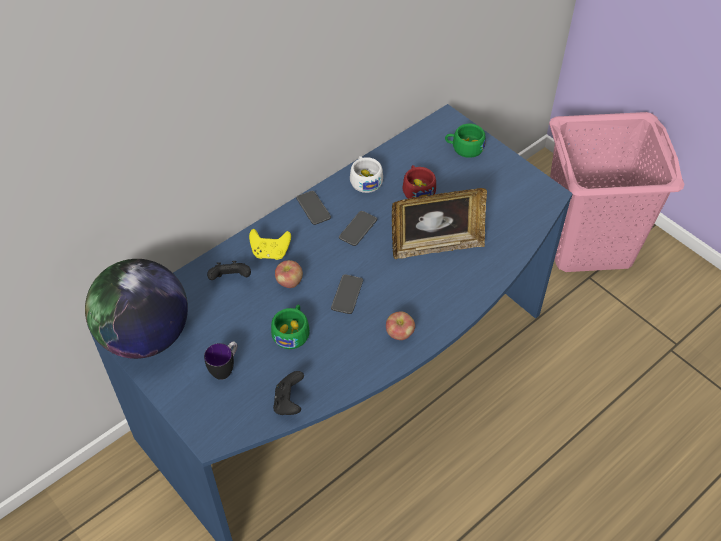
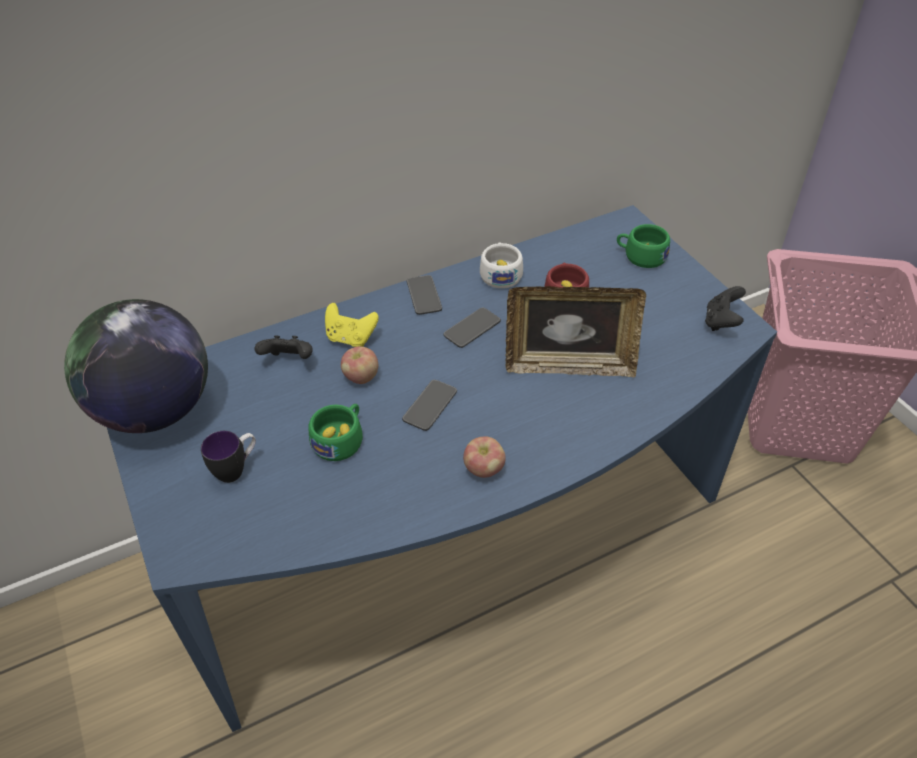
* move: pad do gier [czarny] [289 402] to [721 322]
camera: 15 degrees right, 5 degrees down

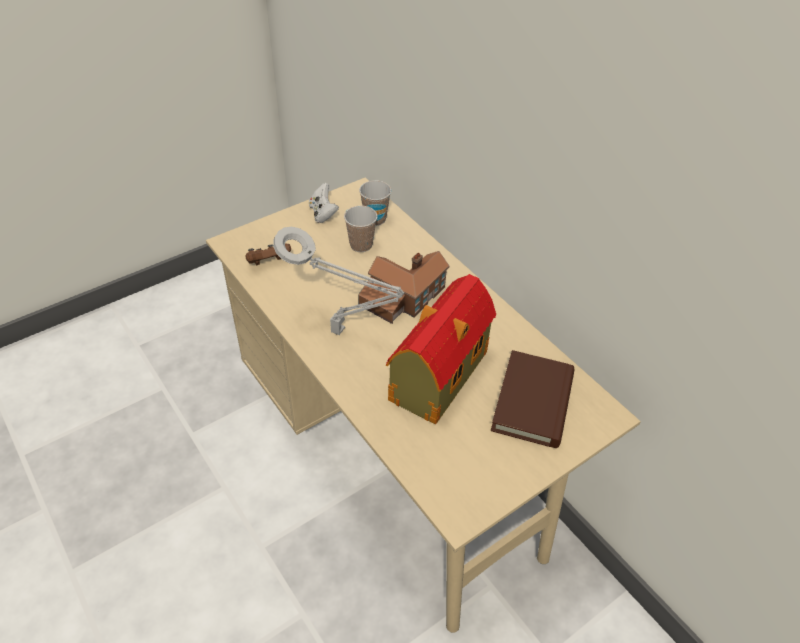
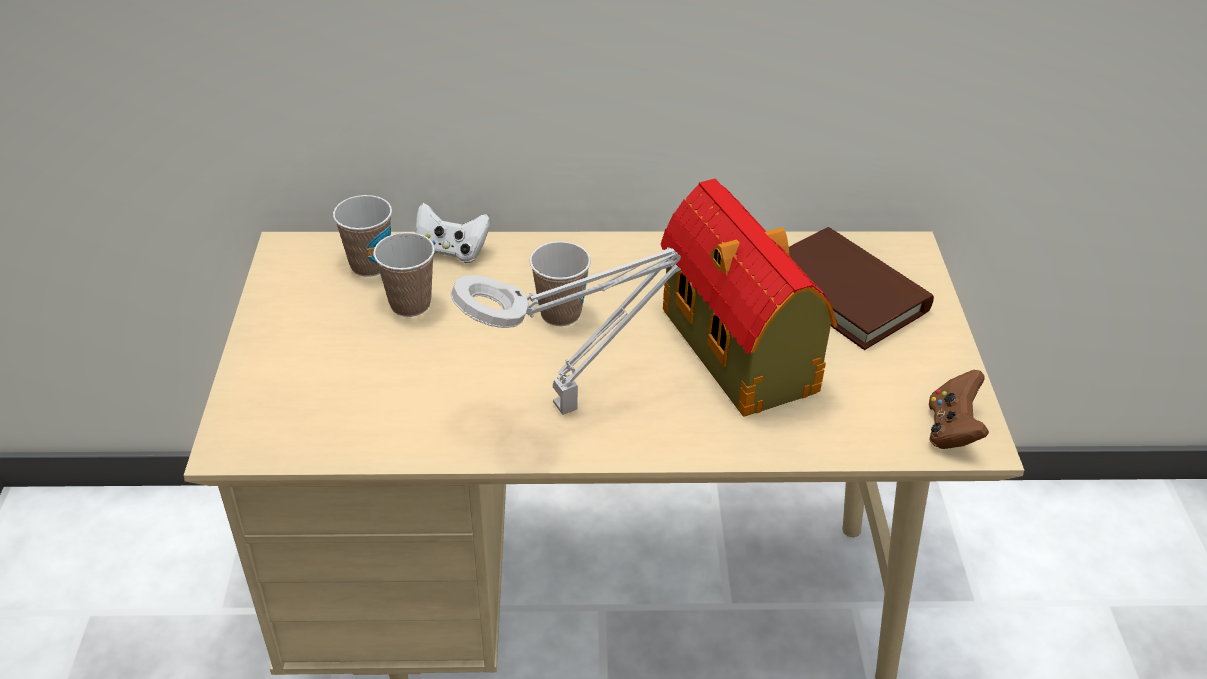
* move: pad do gier [brązowy] [268 263] to [951 429]
* move: pad do gier [biały] [323 213] to [451 251]
* replace: domek [403 297] to filiżanka [560 313]
camera: 55 degrees left, 5 degrees down

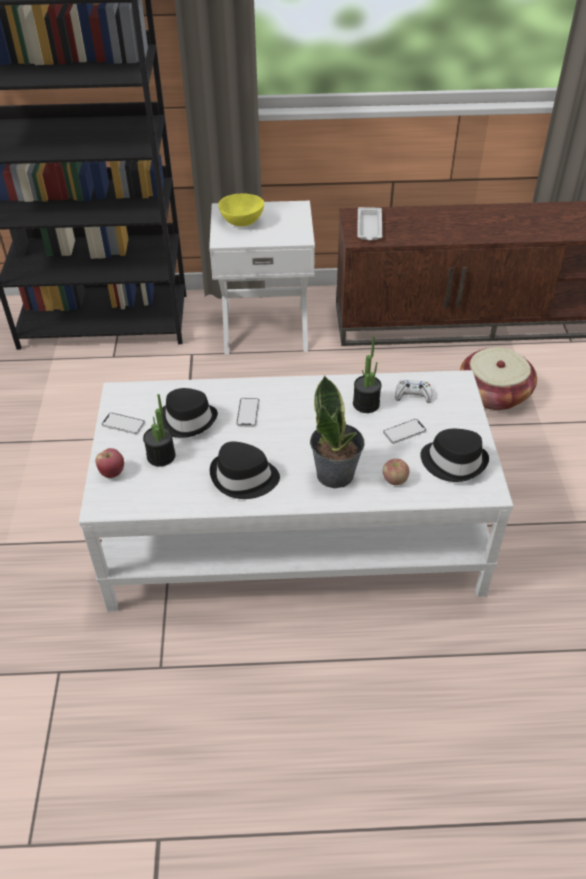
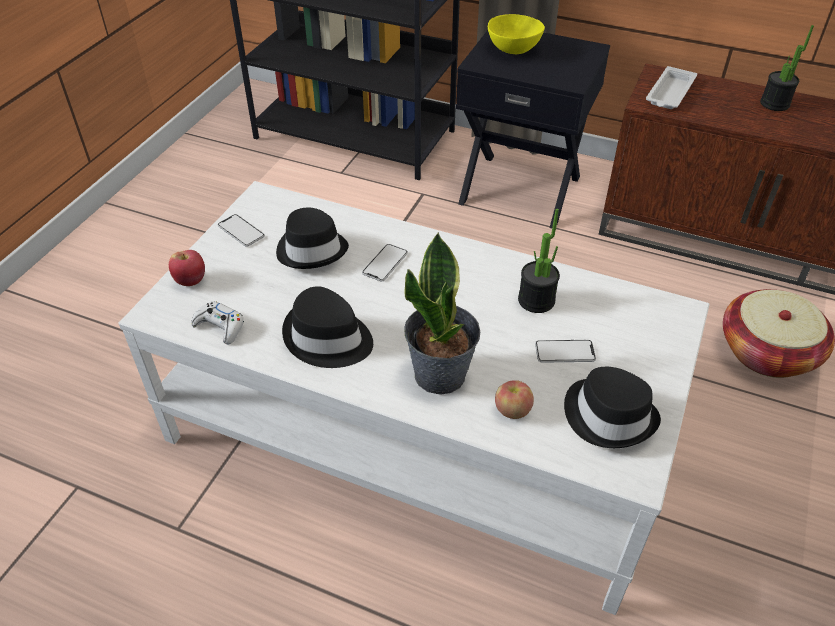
* move: roślina doniczkowa [161 456] to [774 104]
* move: pad do gier [biały] [413 395] to [220 327]
* recolor: szafka nocna [biały] [265 327] to szafka nocna [czarny] [520 189]
camera: 25 degrees right, 0 degrees up

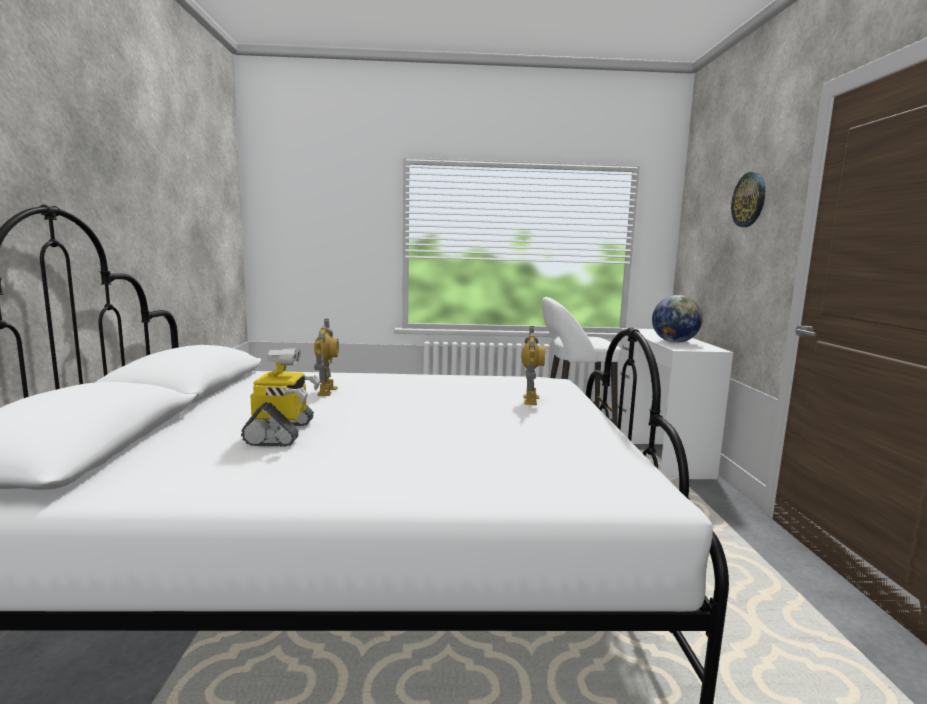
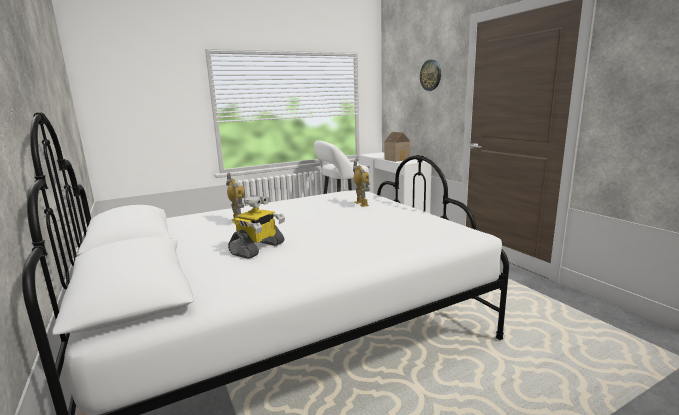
* replace: globus [674 342] to domek [398 159]
* rotate: robot zabawkowy [282 433] = [258 249] 60 degrees clockwise
camera: 25 degrees left, 5 degrees up

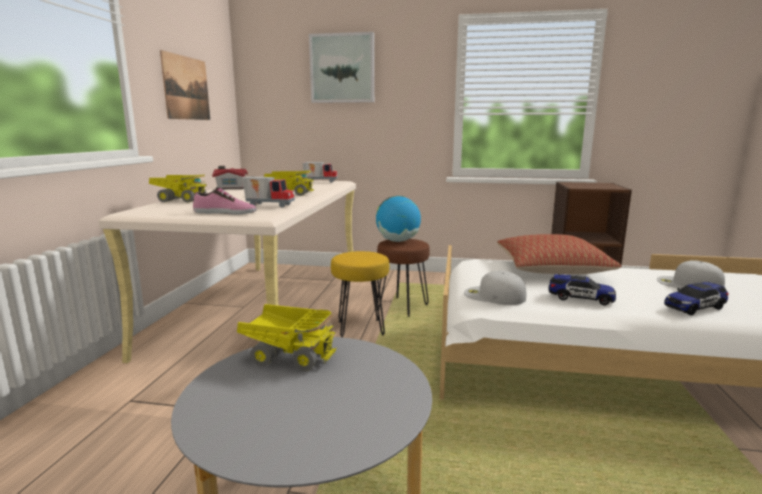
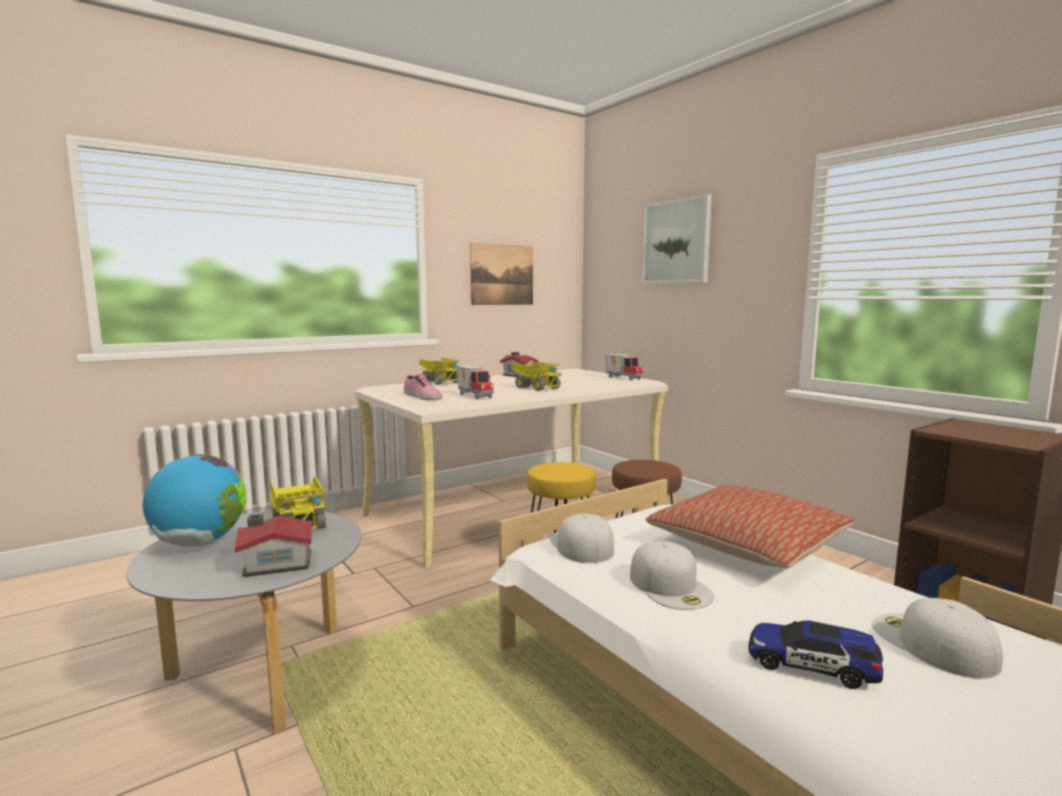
* insert: domek [276 563]
* move: globus [398 241] to [200 543]
* replace: samochodzik [580 298] to czapka z daszkiem [biały] [671 586]
camera: 45 degrees right, 5 degrees down

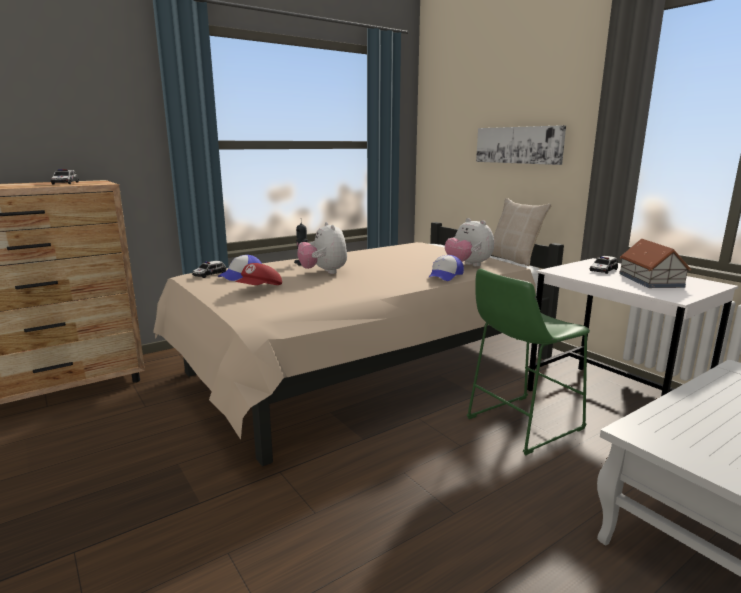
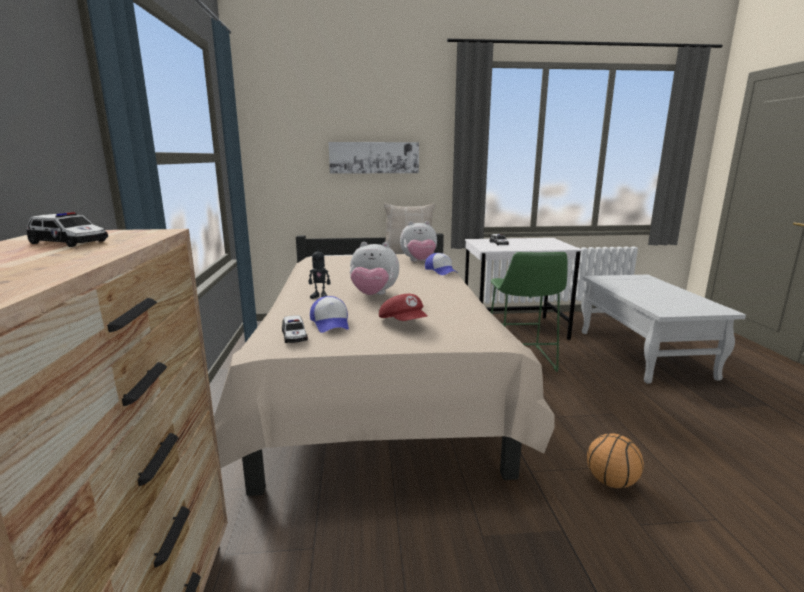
* delete: domek [650 280]
* insert: piłka do koszykówki [611 482]
camera: 60 degrees left, 0 degrees up

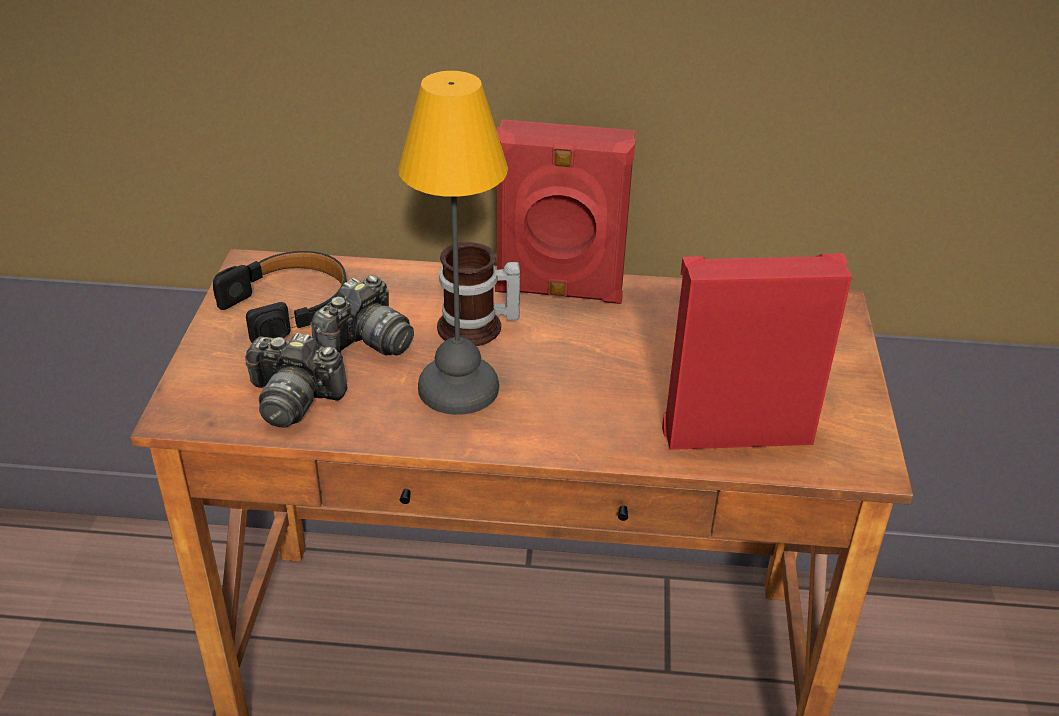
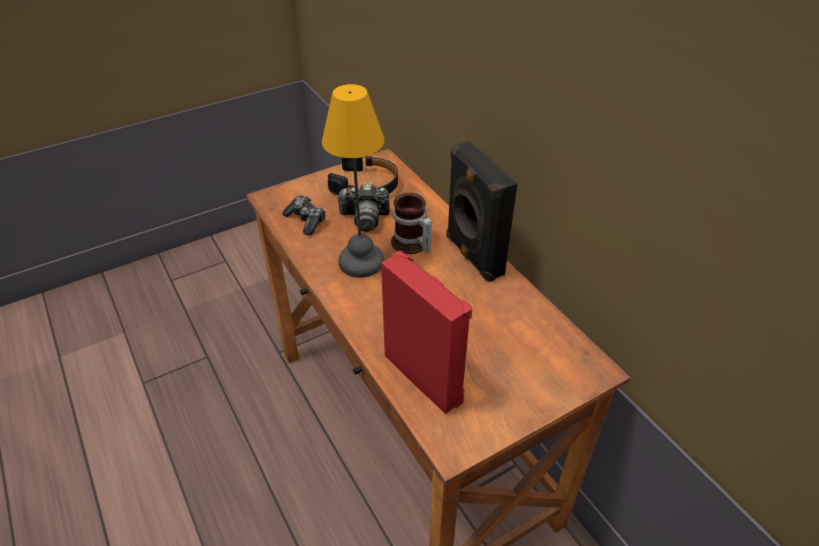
* replace: aparat fotograficzny [294 399] to pad do gier [306 220]
* recolor: głośnik [czerwony] [559 292] to głośnik [czarny] [472 256]
camera: 55 degrees right, 5 degrees up

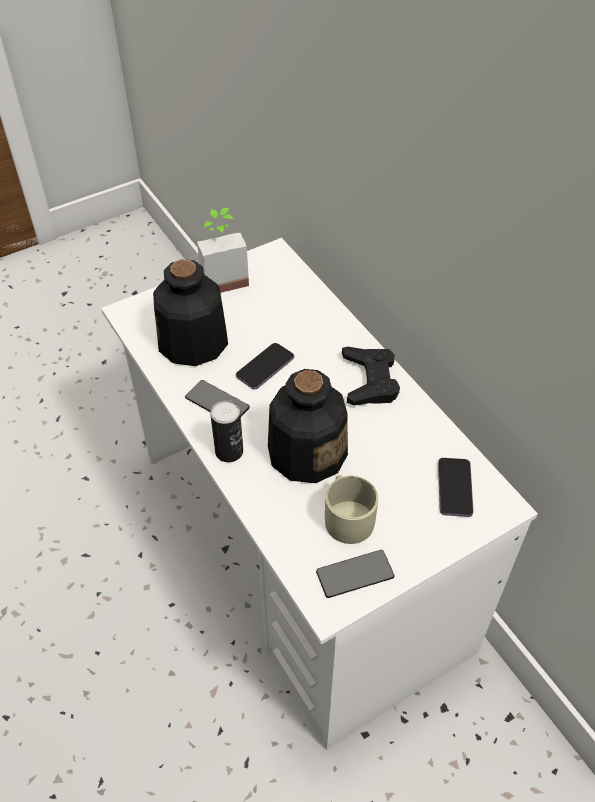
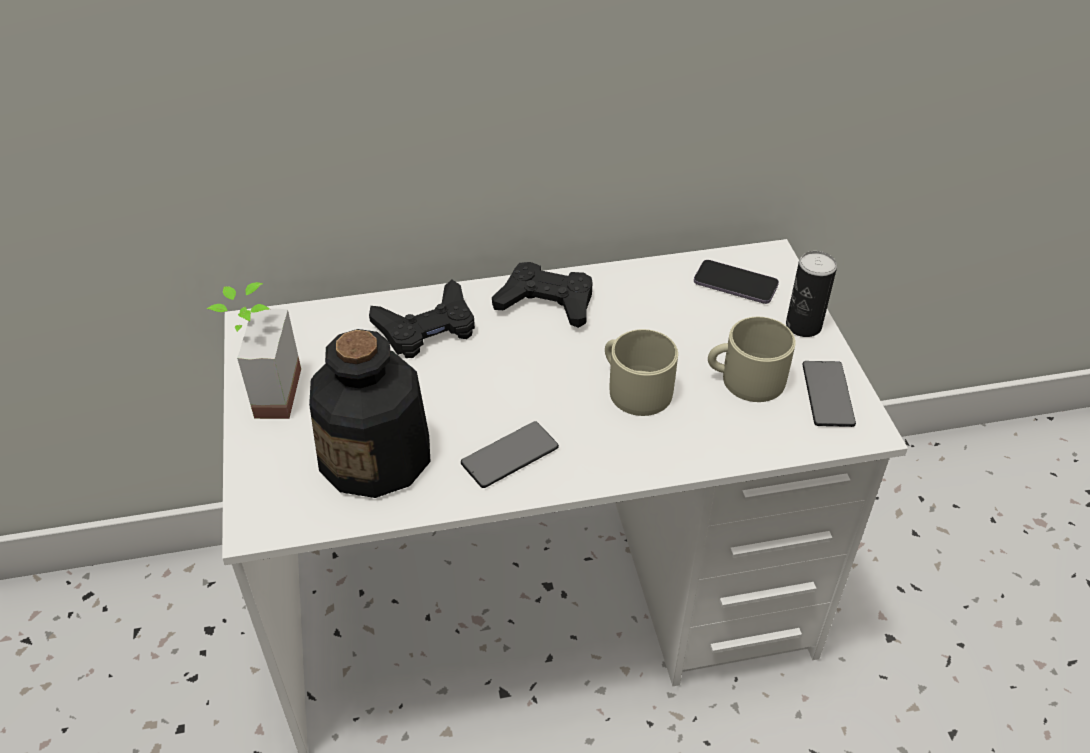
* delete: telefon [265 367]
* insert: pad do gier [czarny] [427 328]
* move: puszka [229 451] to [803 325]
* replace: butelka [307 451] to kubek [beżowy] [634 388]
camera: 70 degrees left, 5 degrees down

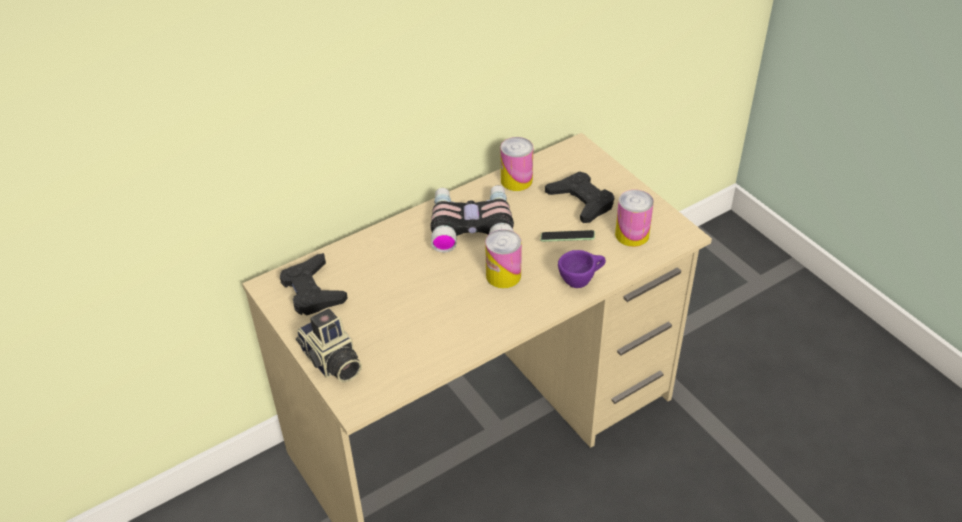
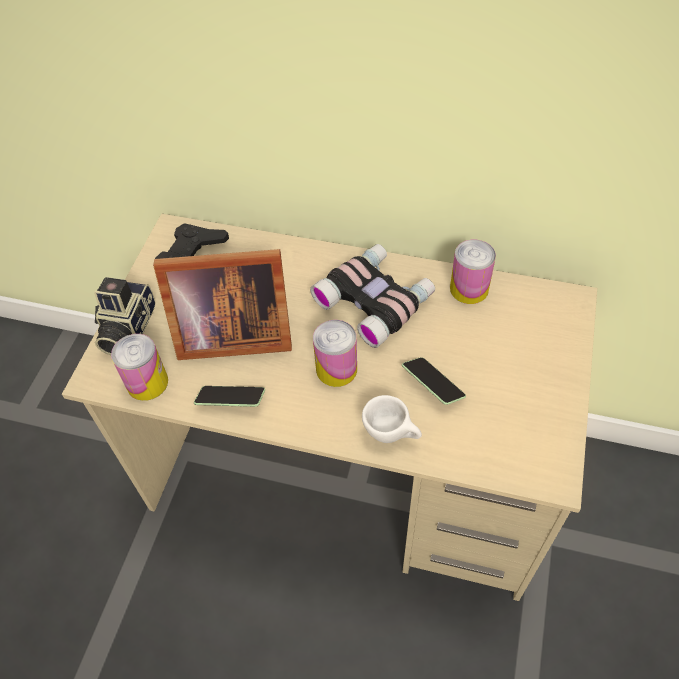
* delete: pad do gier [czarny] [581 202]
* insert: ramka na zdjęcie [230 333]
* insert: telefon [231 401]
* move: puszka [632 235] to [147 382]
* recolor: filiżanka [fioletowy] [581 281] to filiżanka [biały] [392 434]
camera: 50 degrees right, 10 degrees up

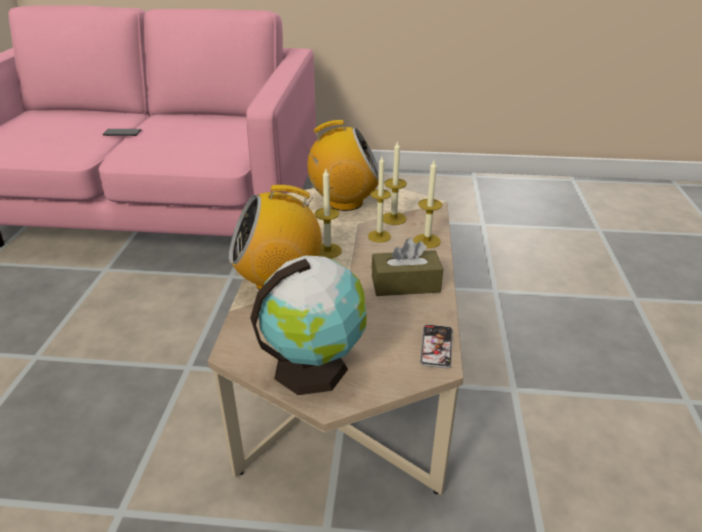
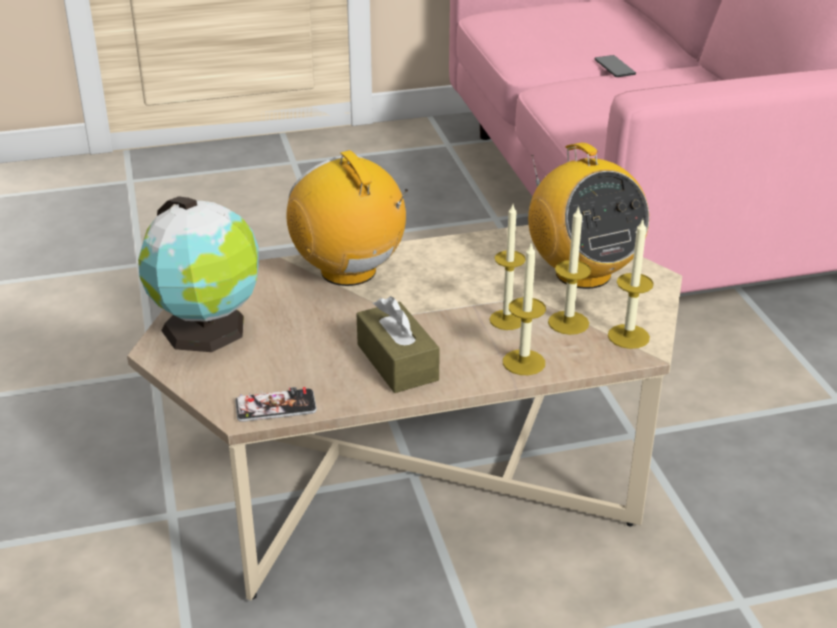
* move: świeca [327 251] to [628 336]
camera: 70 degrees right, 0 degrees up

